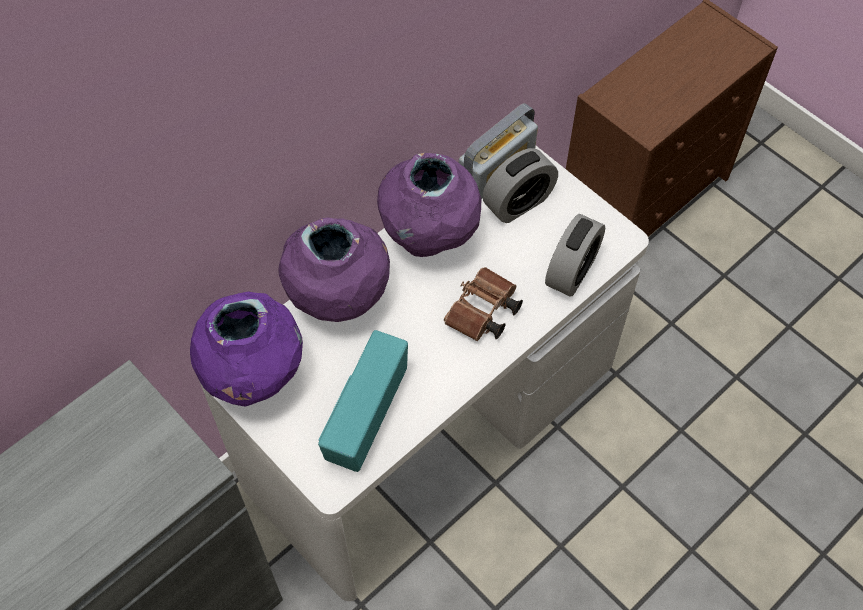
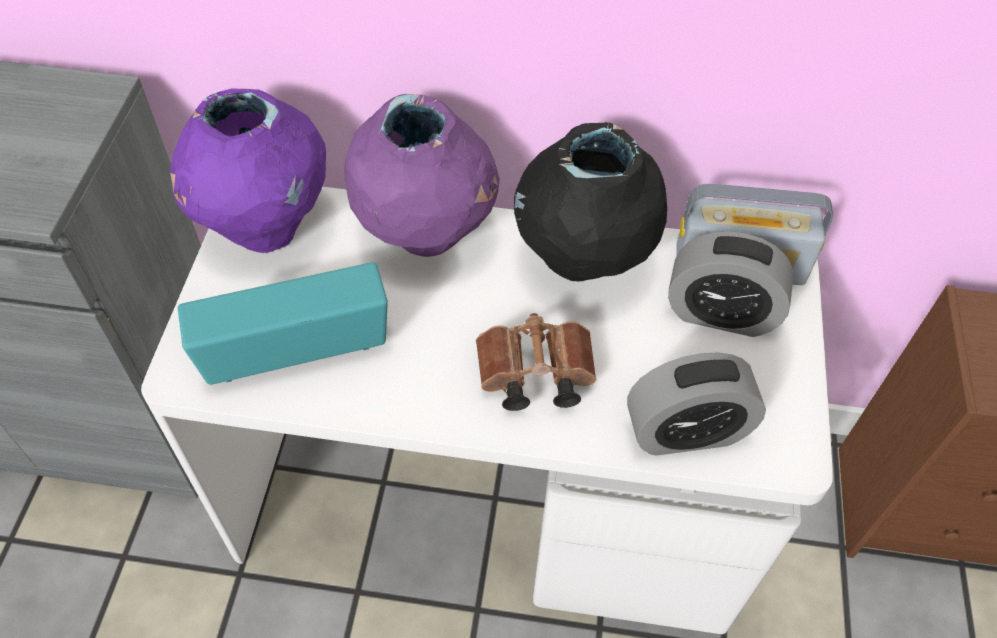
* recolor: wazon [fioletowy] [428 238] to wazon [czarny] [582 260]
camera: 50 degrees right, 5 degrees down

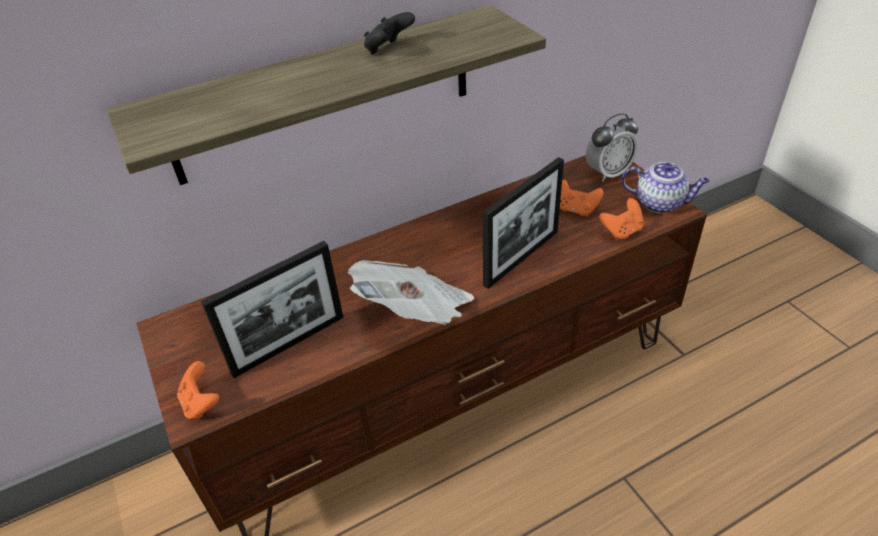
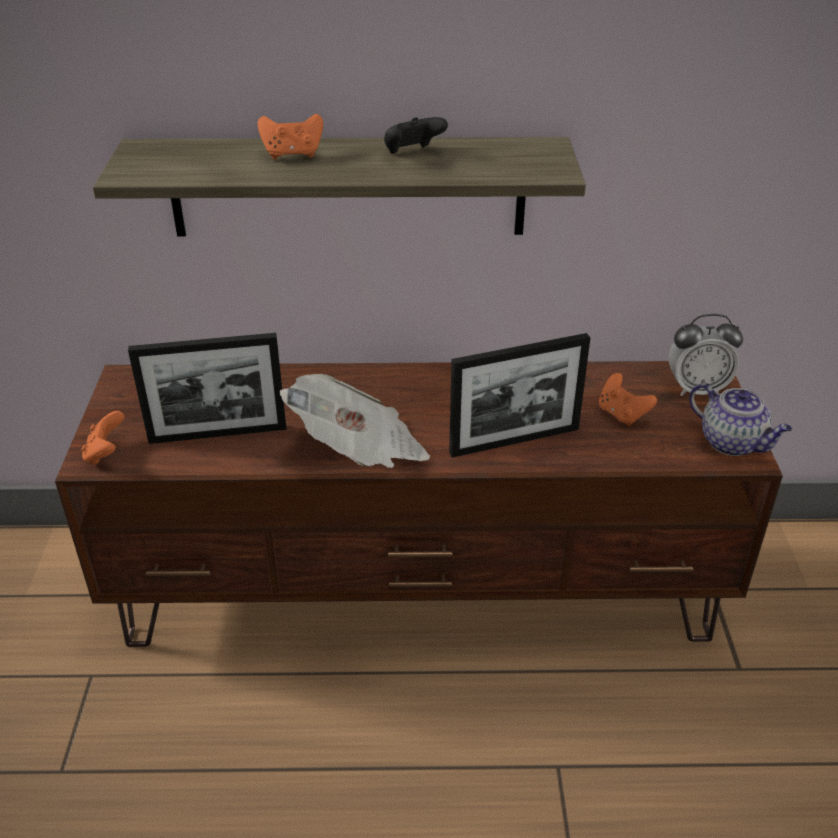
* move: pad do gier [pomarańczowy] [622 231] to [292 155]
camera: 25 degrees right, 5 degrees down

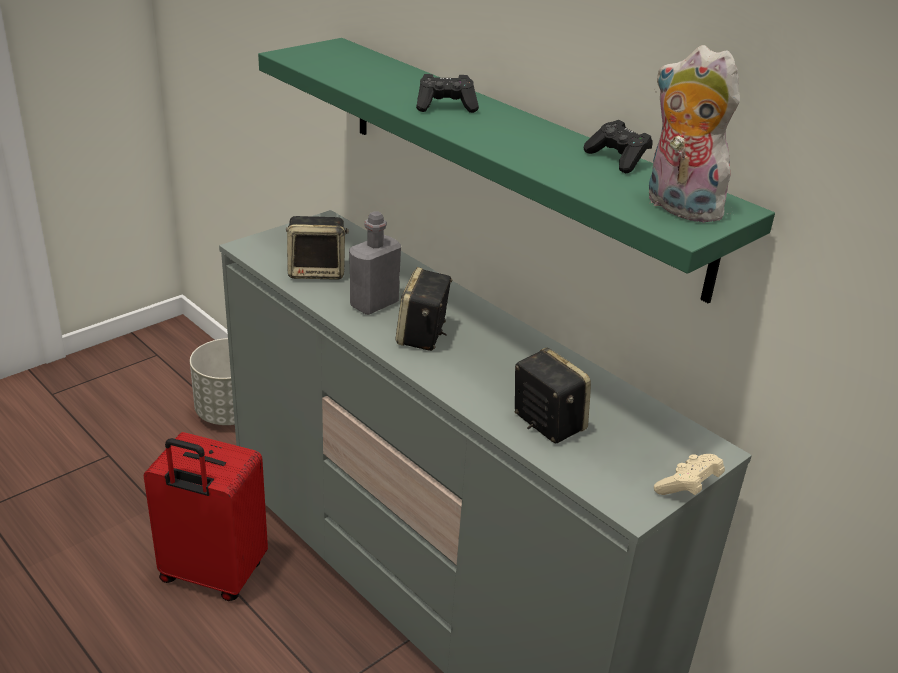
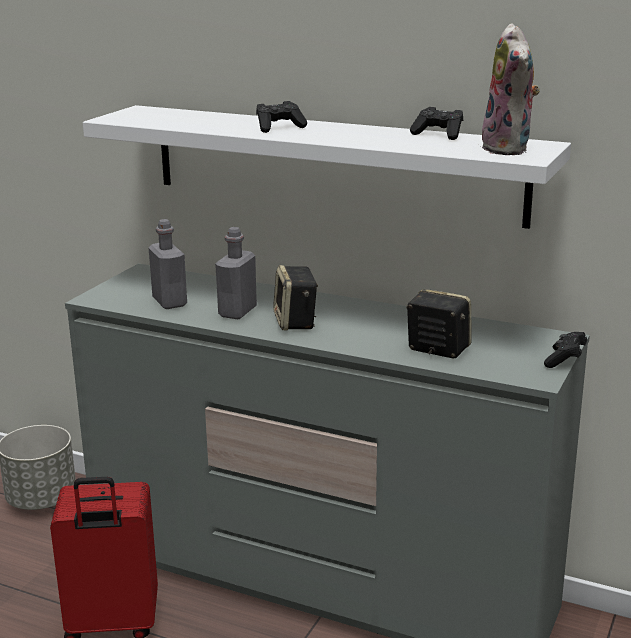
* replace: głośnik [317 271] to butelka [szary] [169 302]
* recolor: półka [zielony] [515 158] to półka [biały] [333 163]
* recolor: pad do gier [beżowy] [688 487] to pad do gier [czarny] [565 360]
* rotate: pluszak [677 207] = [509 149] 120 degrees counterclockwise
camera: 20 degrees left, 10 degrees down

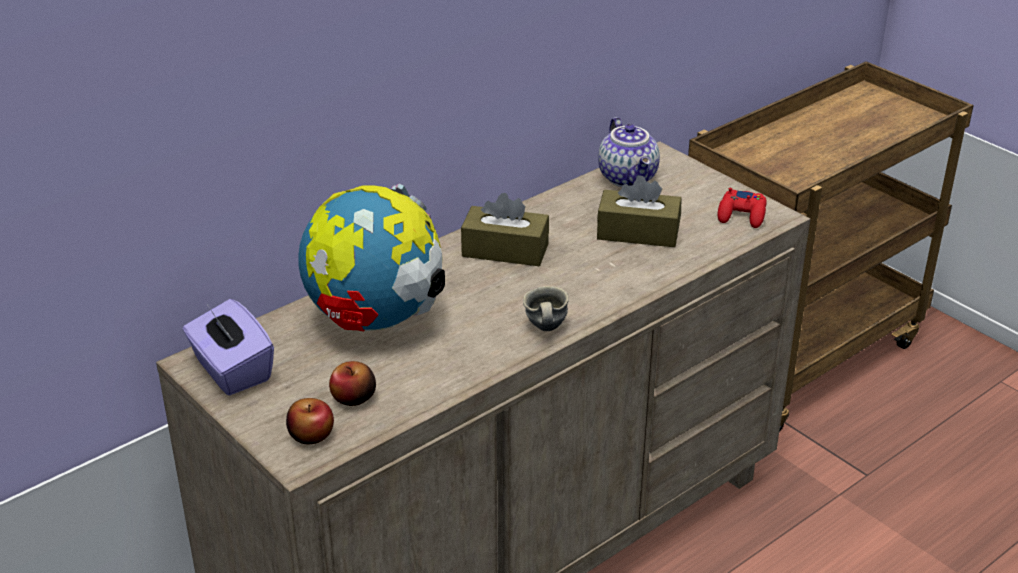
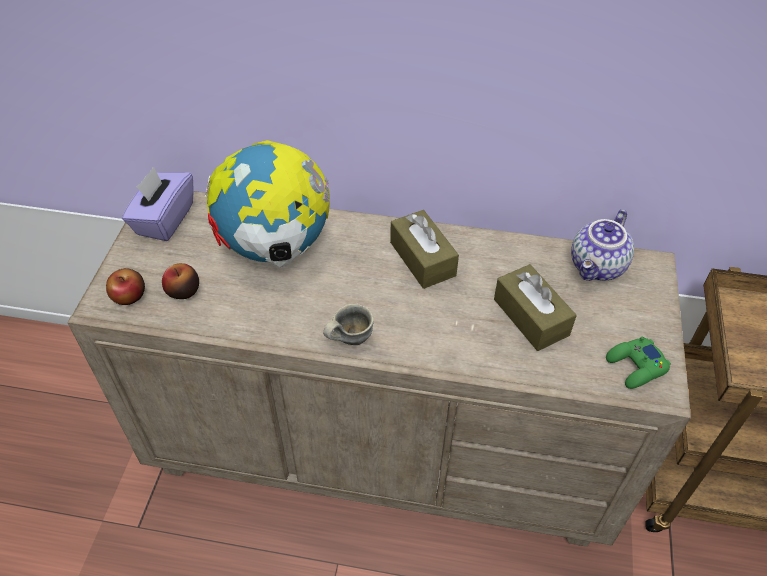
* recolor: pad do gier [czerwony] [742 214] to pad do gier [zielony] [636 367]
camera: 50 degrees right, 15 degrees up

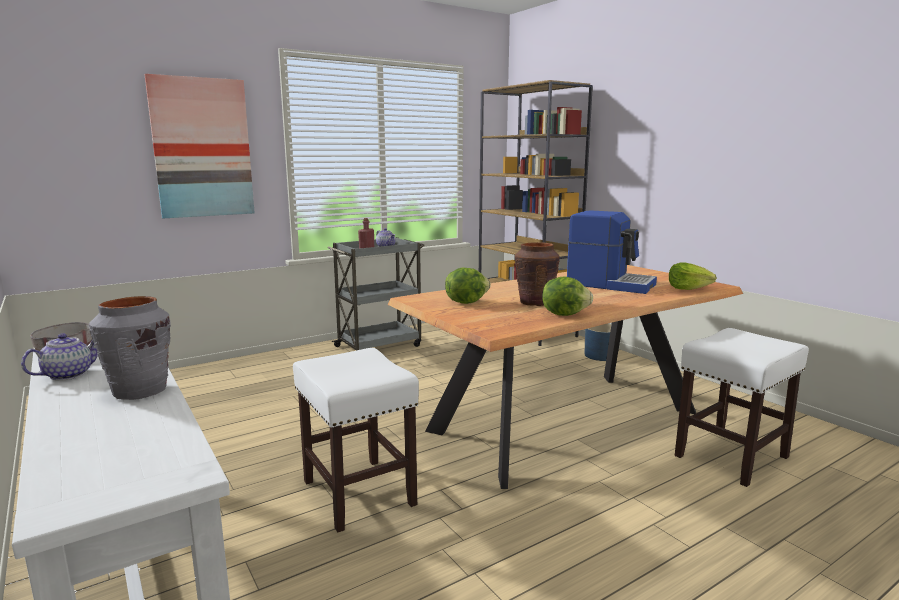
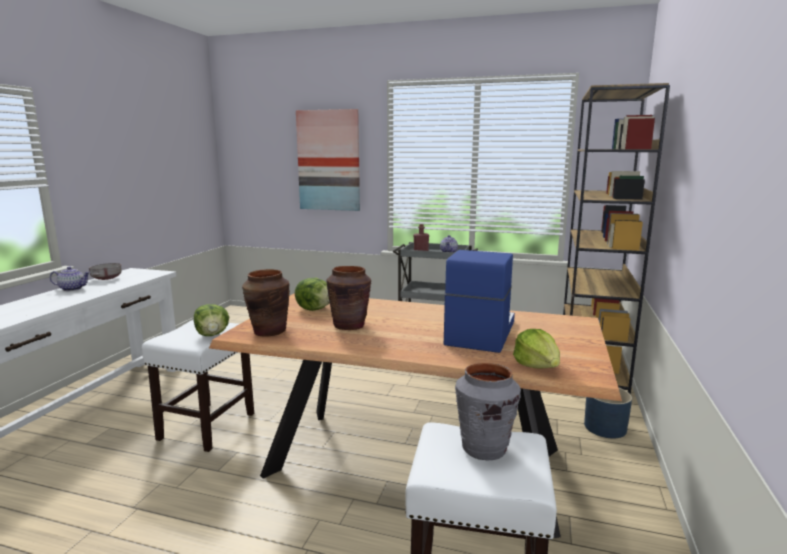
* insert: wazon [brązowy] [269 331]
* move: wazon [szary] [140 391] to [484 448]
* move: sałata [564 314] to [212 335]
* rotate: ekspres do kawy [610 284] = [479 333] 150 degrees counterclockwise
camera: 50 degrees right, 0 degrees up

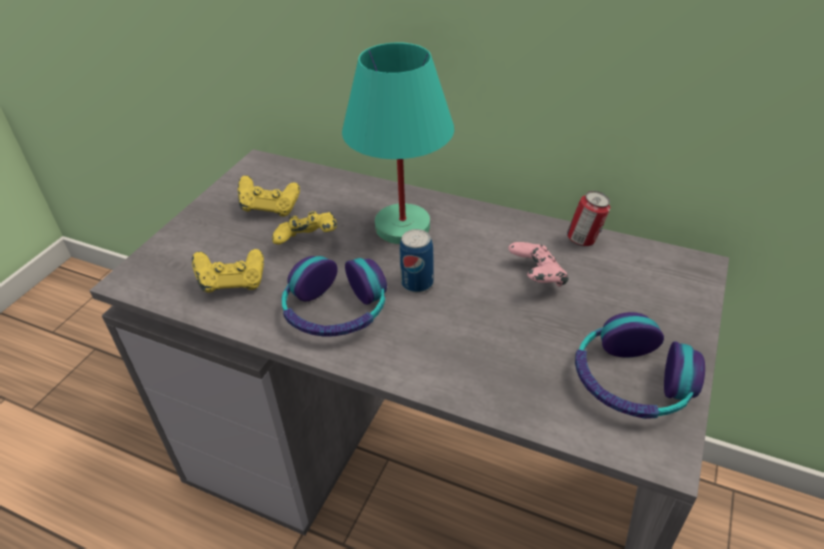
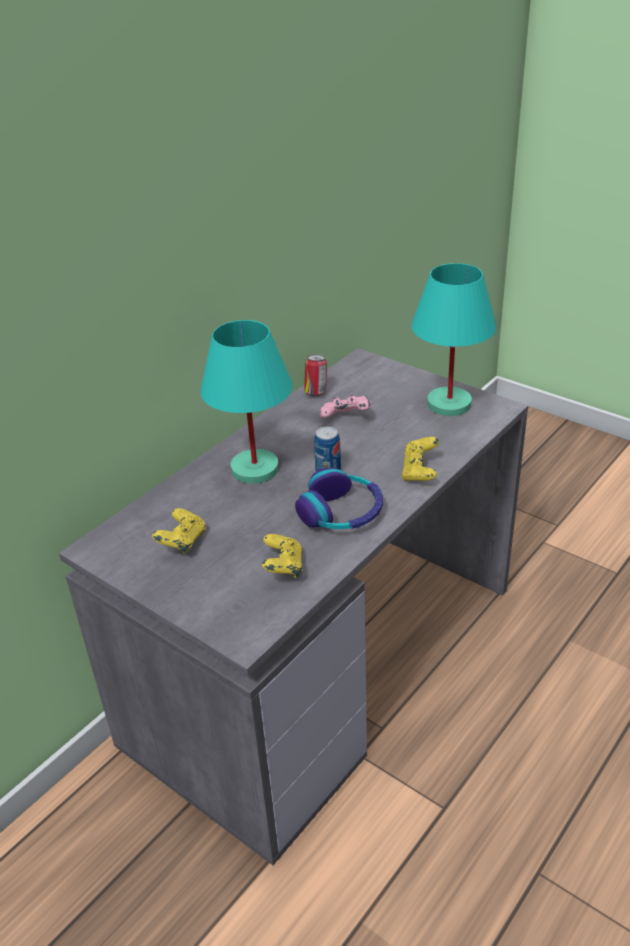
* move: pad do gier [żółty] [308 242] to [420 472]
* replace: słuchawki [631 381] to lampa stołowa [turkusowy] [448 405]
camera: 75 degrees left, 5 degrees down

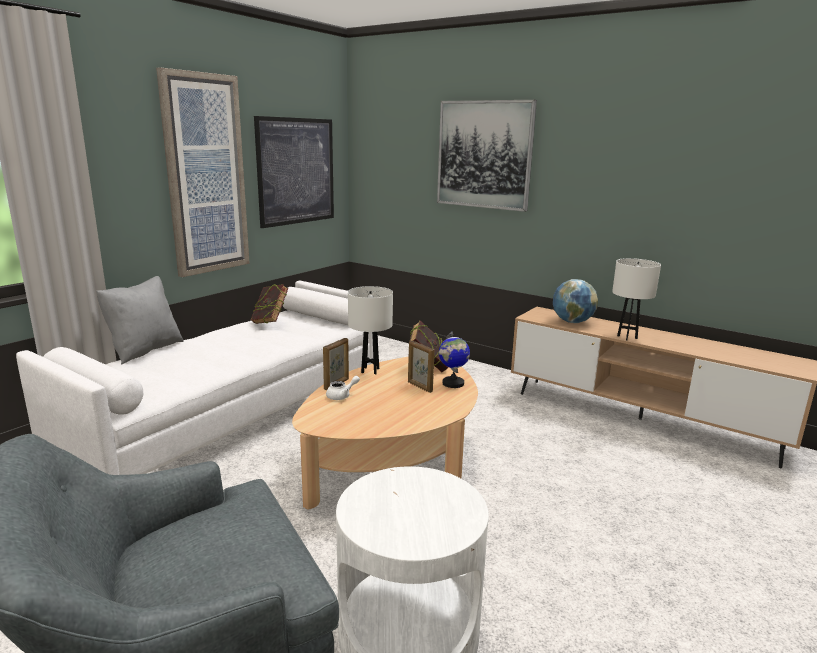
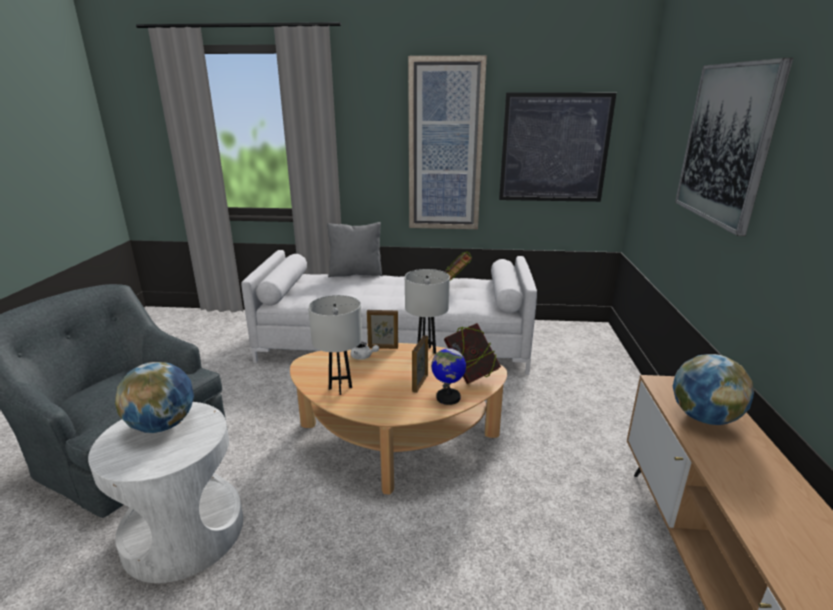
* insert: globus [163 425]
* move: lampa stołowa [biały] [627 337] to [340 388]
camera: 60 degrees right, 5 degrees up

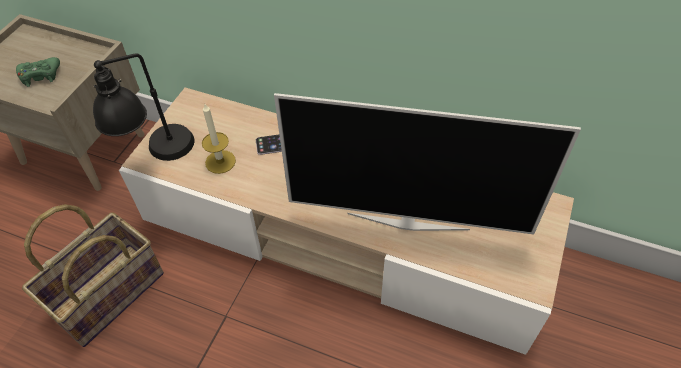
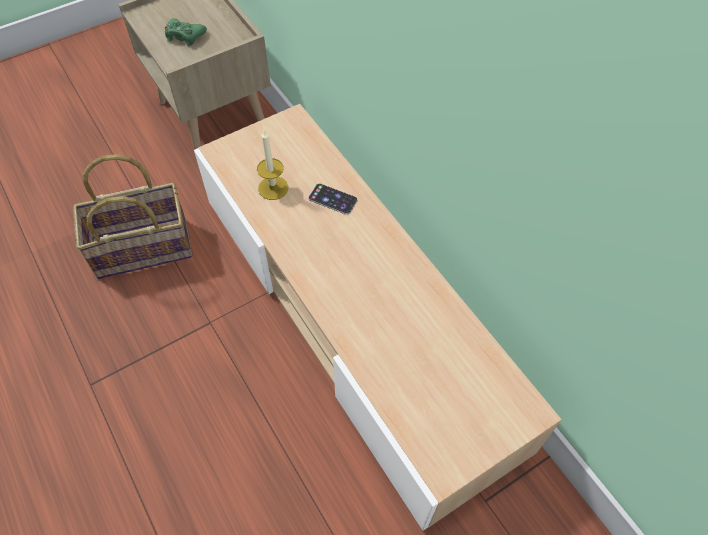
* delete: lampa stołowa [czarny] [158 157]
* delete: telewizor [408 220]
camera: 35 degrees right, 5 degrees up

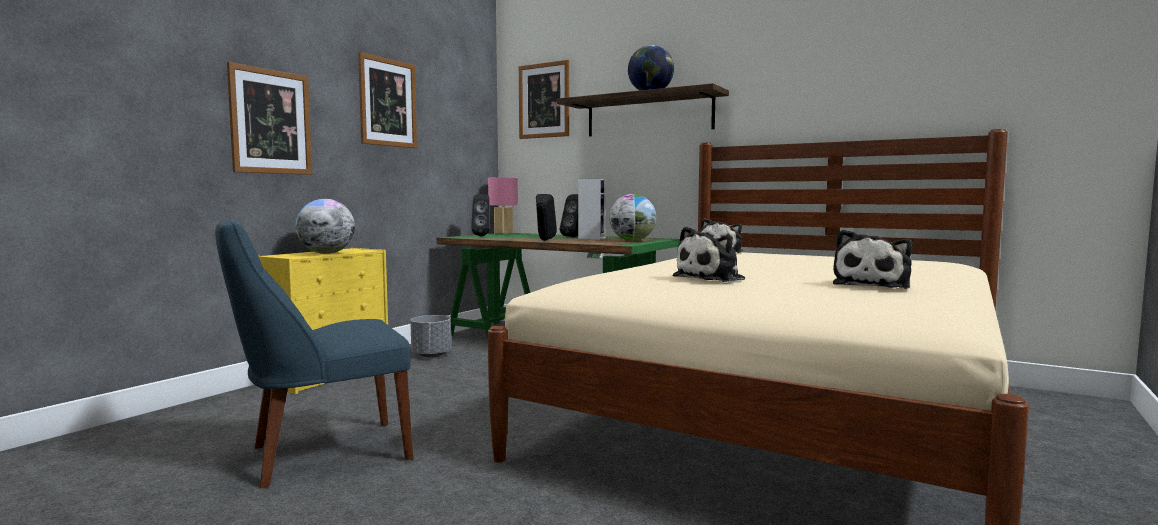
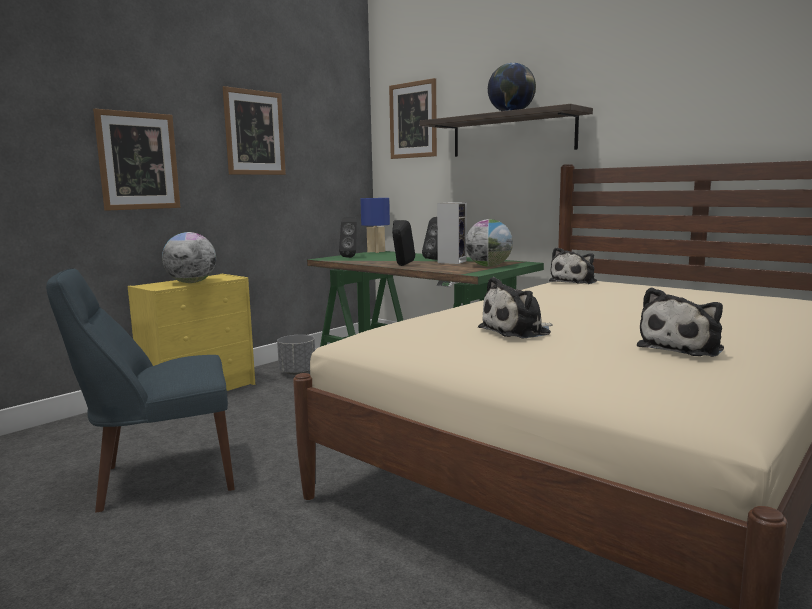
* recolor: lampa stołowa [różowy] [503 233] to lampa stołowa [niebieski] [376 252]
camera: 10 degrees right, 5 degrees up

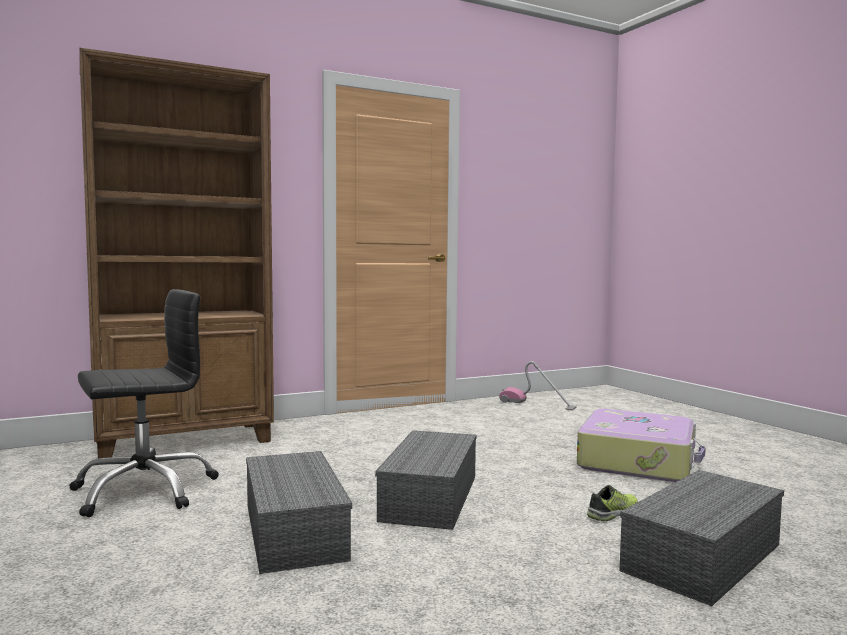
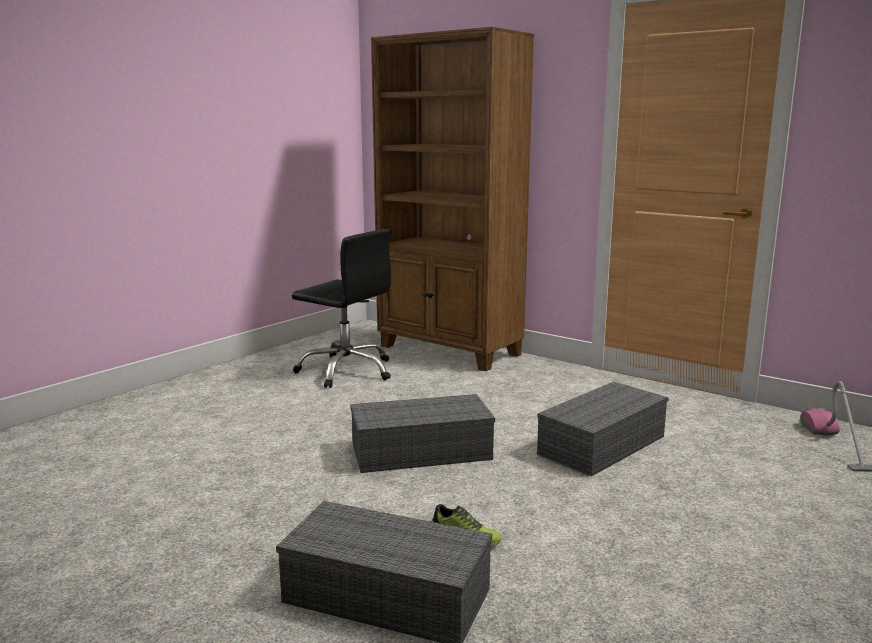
* delete: walizka [638 461]
* move: pojemnik do przechowywania [szary] [291 530] to [602 444]
camera: 65 degrees right, 10 degrees up

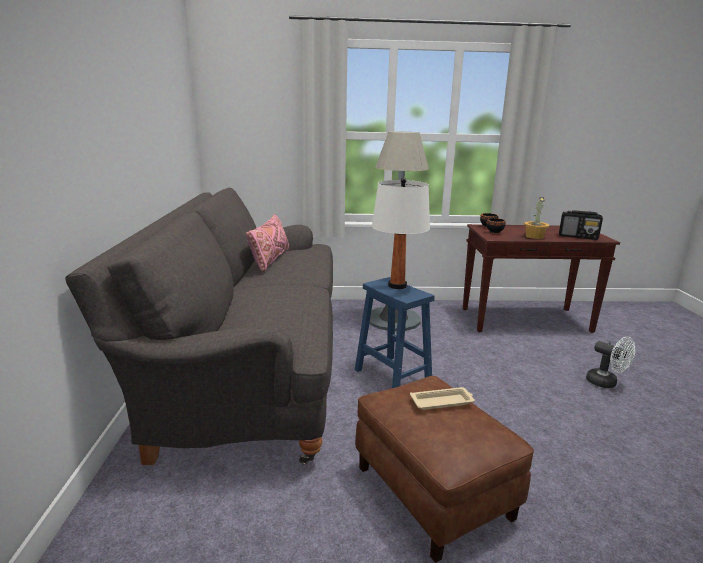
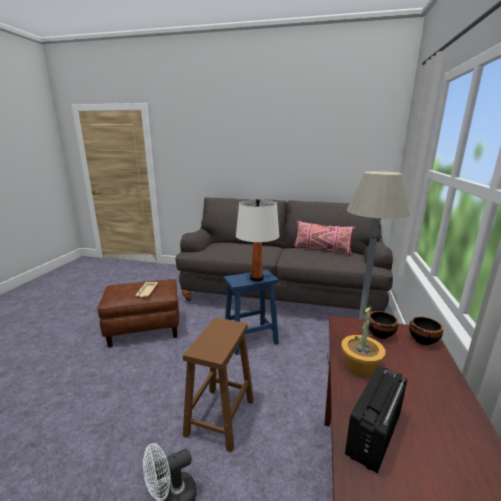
* insert: stołek [brązowy] [220 416]
camera: 105 degrees right, 0 degrees up

